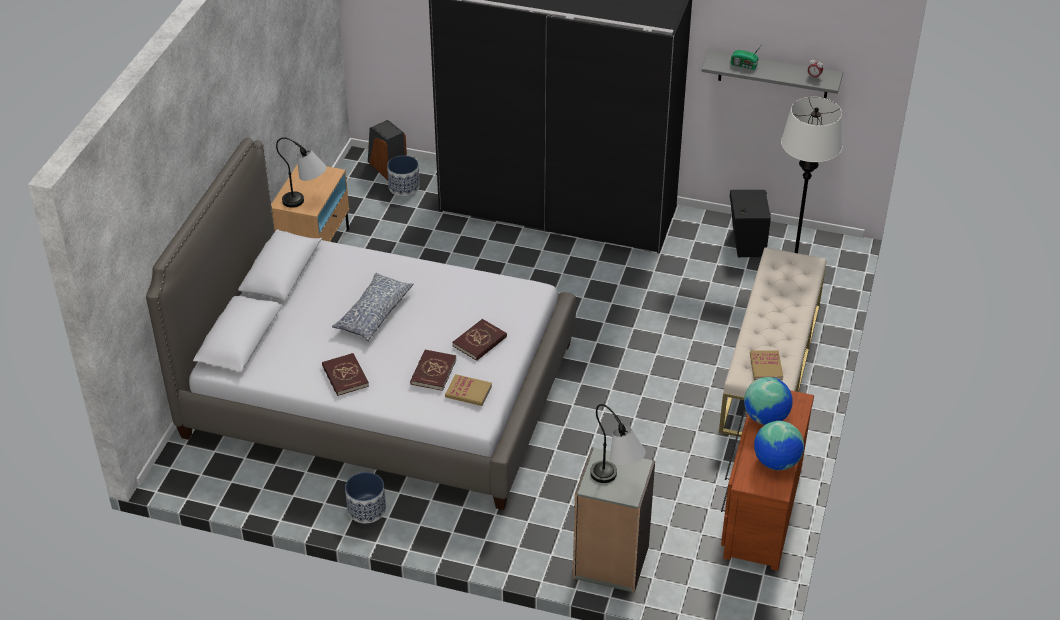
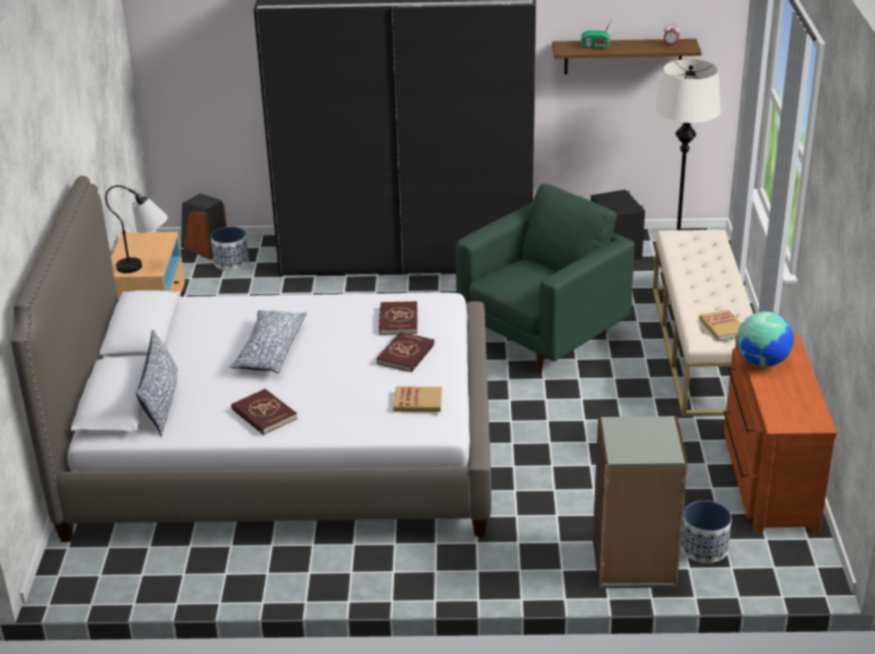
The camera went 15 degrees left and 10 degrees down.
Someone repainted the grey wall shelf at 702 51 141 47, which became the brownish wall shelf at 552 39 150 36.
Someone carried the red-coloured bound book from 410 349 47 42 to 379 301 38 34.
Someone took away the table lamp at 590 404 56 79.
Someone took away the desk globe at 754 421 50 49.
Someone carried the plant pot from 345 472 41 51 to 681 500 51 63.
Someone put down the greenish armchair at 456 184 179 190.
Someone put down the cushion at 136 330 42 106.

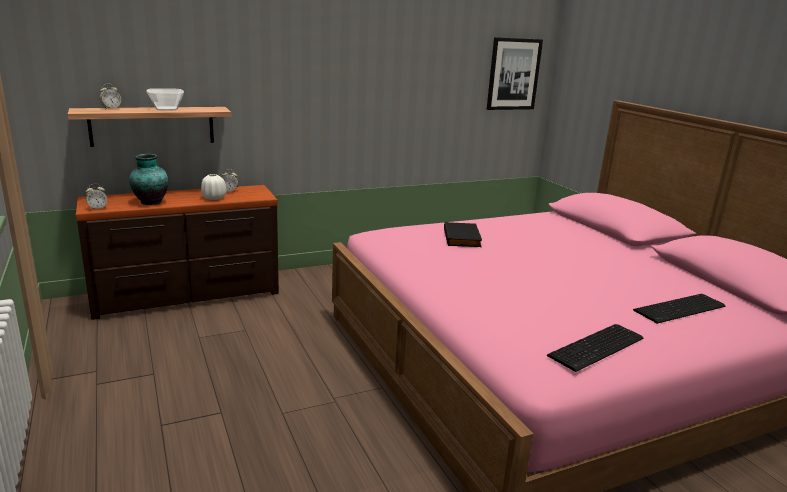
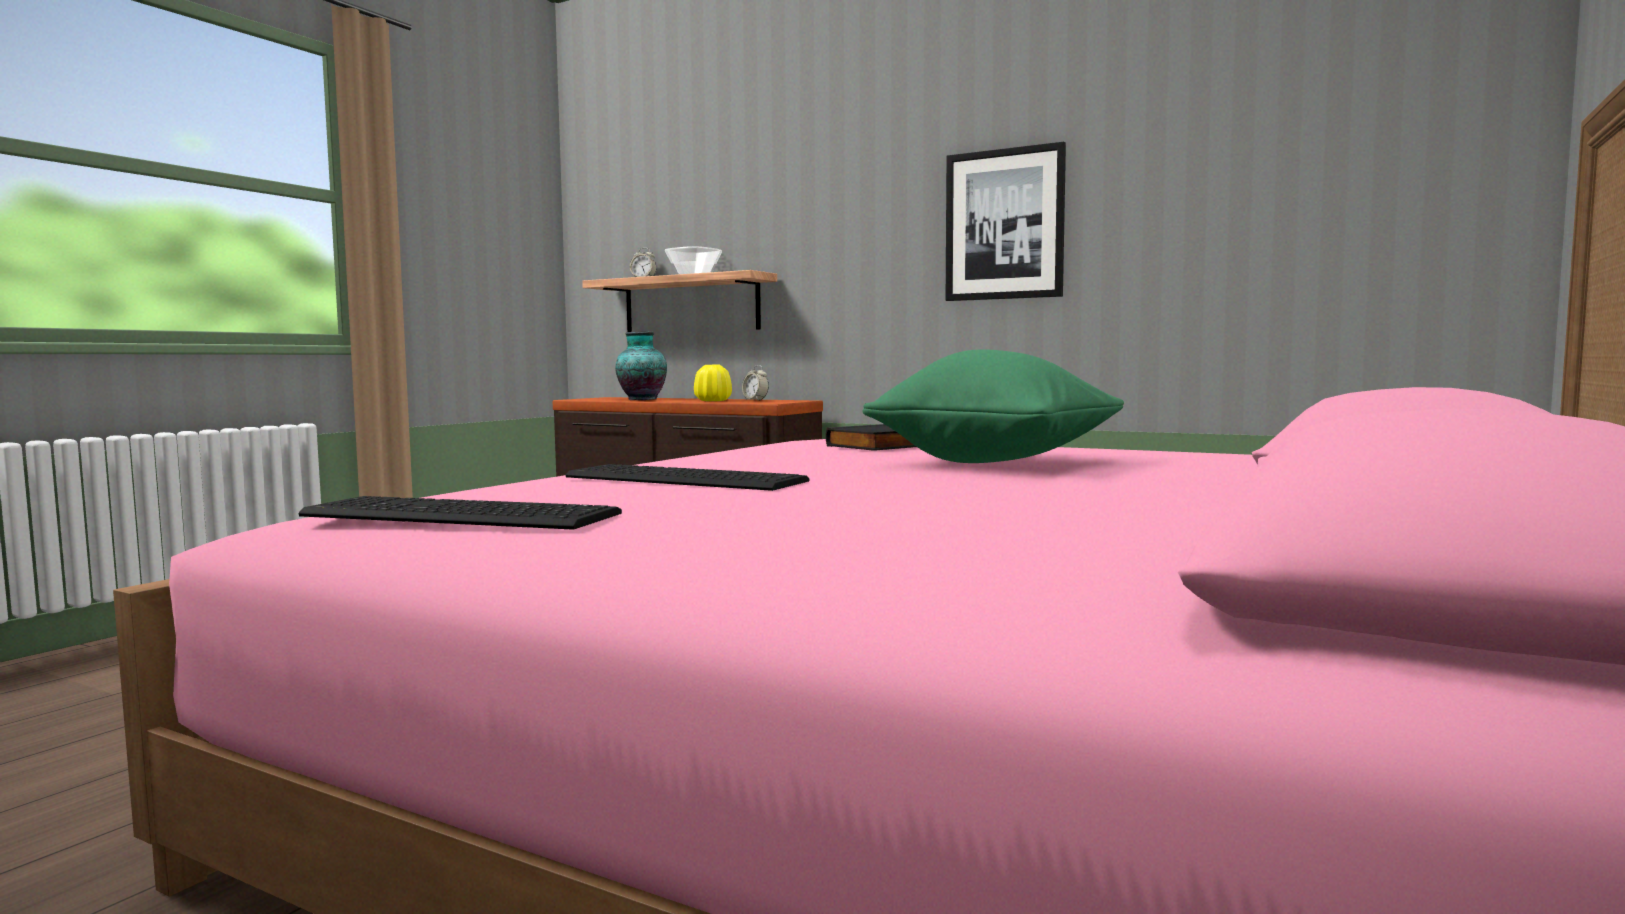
The camera went 55 degrees right and 15 degrees down.
Someone carried the picture from 487 37 56 73 to 946 142 120 159.
Someone repainted the white decorative vase at 201 174 26 26, which became the yellow decorative vase at 694 365 38 36.
Someone took away the table clock at 86 184 21 25.
Someone carried the computer keyboard from 633 294 92 30 to 566 464 243 27.
Someone put down the greenish cushion at 863 349 261 114.

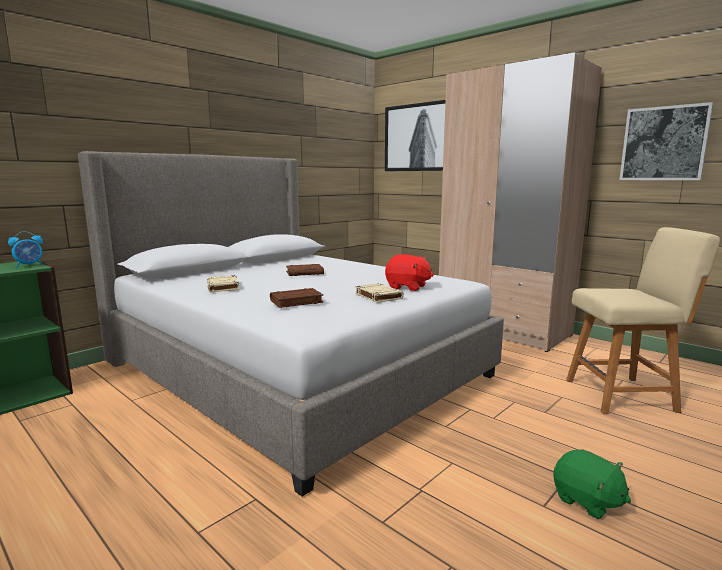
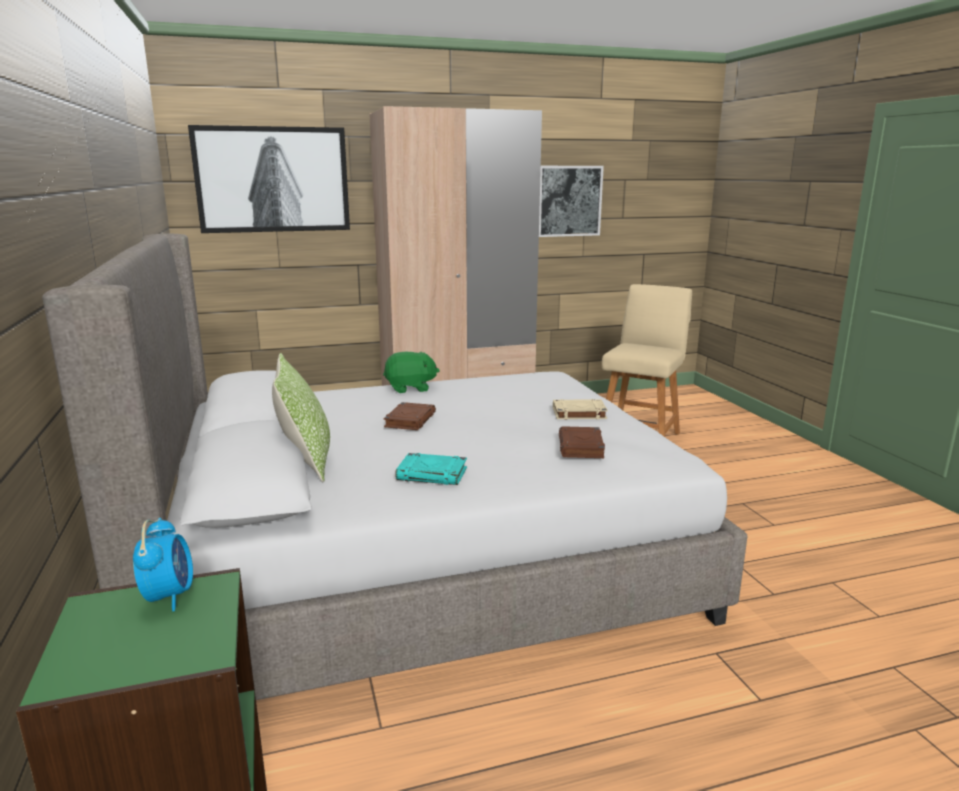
The camera went 60 degrees left and 5 degrees up.
Someone took away the red-coloured soft toy at 385 254 49 37.
Someone repainted the sand-coloured bound book at 207 275 32 17, which became the turquoise bound book at 395 453 72 32.
Someone carried the greenish soft toy from 553 449 78 70 to 383 352 57 41.
Someone put down the cushion at 272 353 58 129.

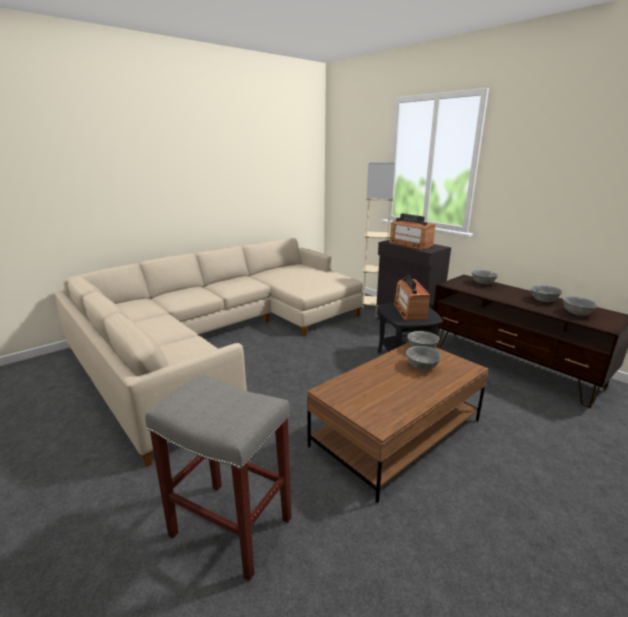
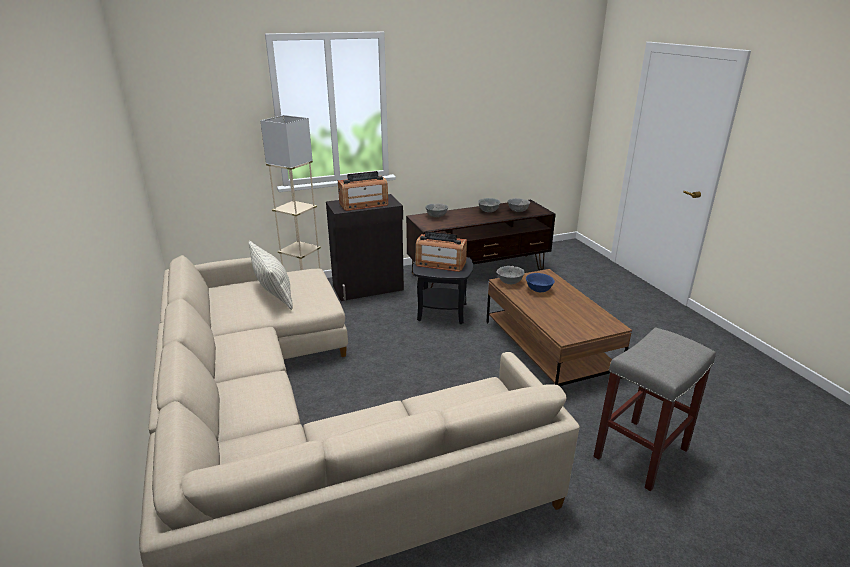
The camera went 70 degrees left and 5 degrees up.
Someone repainted the grey bowl at 406 346 35 24, which became the blue-coloured bowl at 526 273 29 19.
Someone put down the cushion at 248 241 45 69.

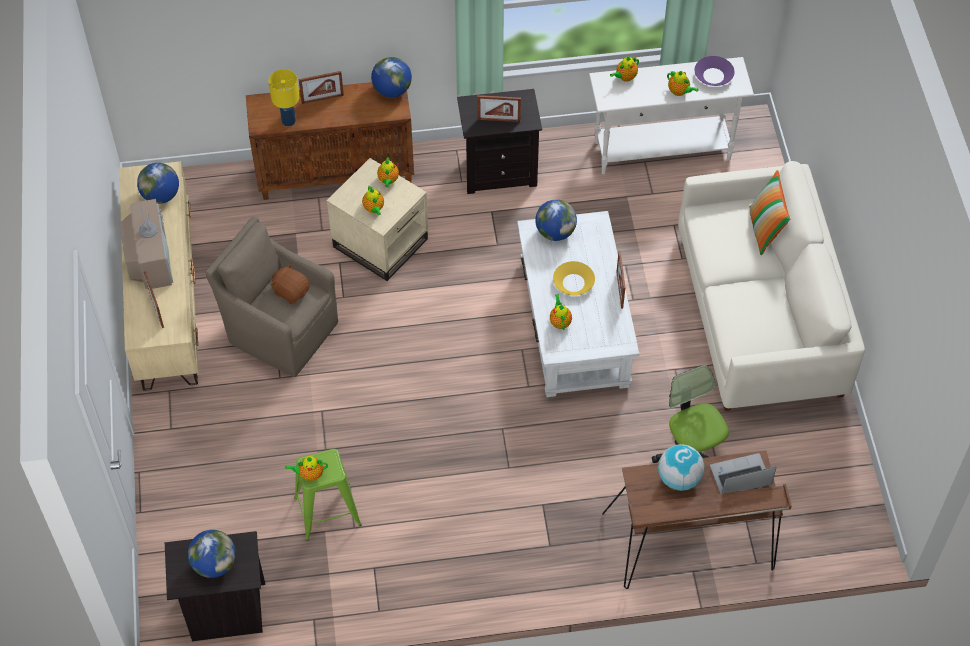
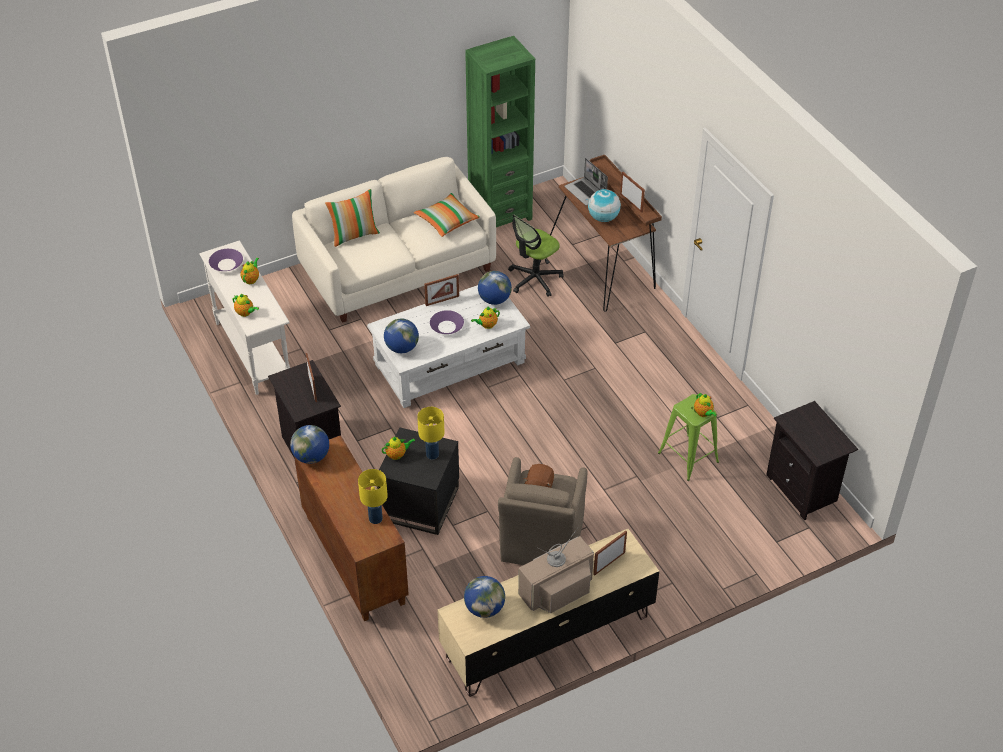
The camera went 110 degrees left and 10 degrees down.
Someone carried the photo frame from 298 71 46 33 to 620 172 25 41.
Someone repainted the sand-coloured side table at 327 158 101 123, which became the blackish side table at 377 427 82 108.
Someone swapped the teapot at 362 186 22 29 for the yellow table lamp at 417 407 28 53.
Someone repainted the yellow bowl at 553 261 42 35, which became the purple-coloured bowl at 430 310 34 24.
Someone carried the desk globe from 188 530 48 48 to 478 271 34 34.
Someone put down the greenish shelving unit at 465 36 70 191.
Someone put down the cushion at 414 193 66 44.

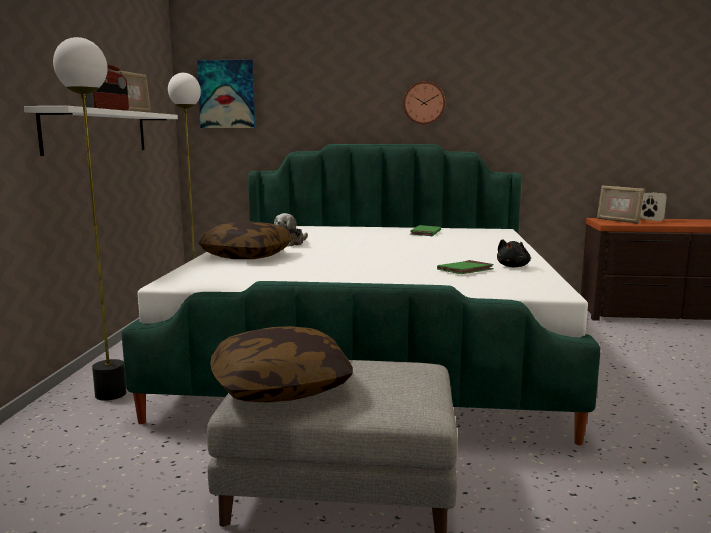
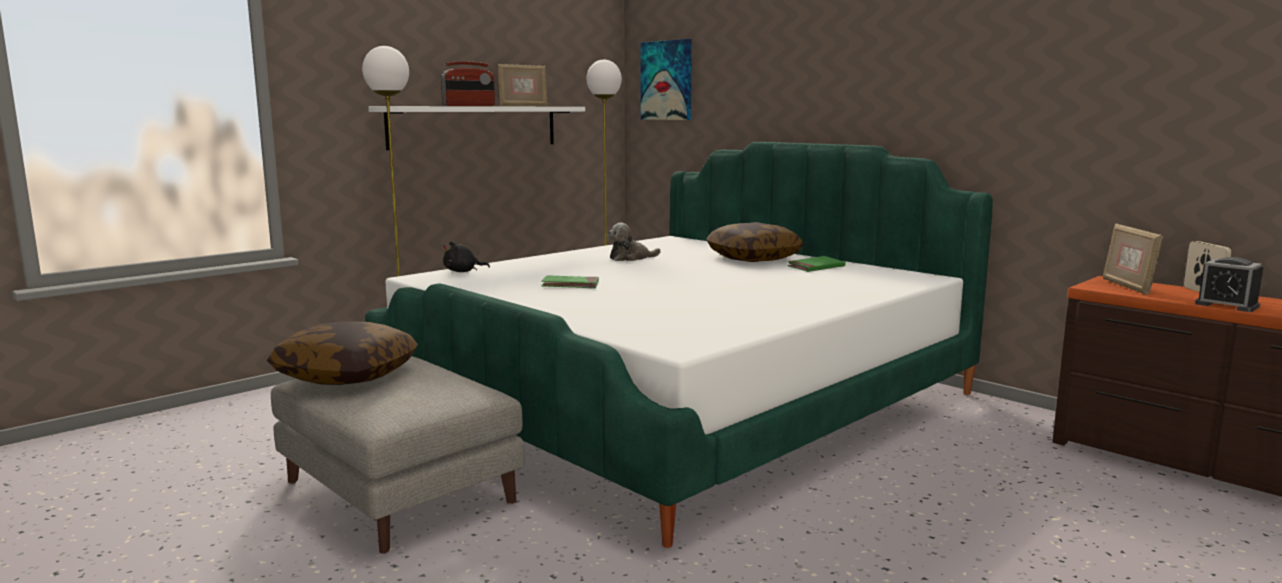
The camera went 40 degrees right and 0 degrees up.
Someone took away the wall clock at 403 81 42 44.
Someone carried the cushion from 199 221 94 38 to 706 222 98 40.
Someone carried the blackish soft toy from 497 239 34 28 to 443 242 47 30.
Someone carried the greenish bound book from 437 260 57 14 to 541 275 58 13.
Someone put down the table clock at 1195 257 68 55.

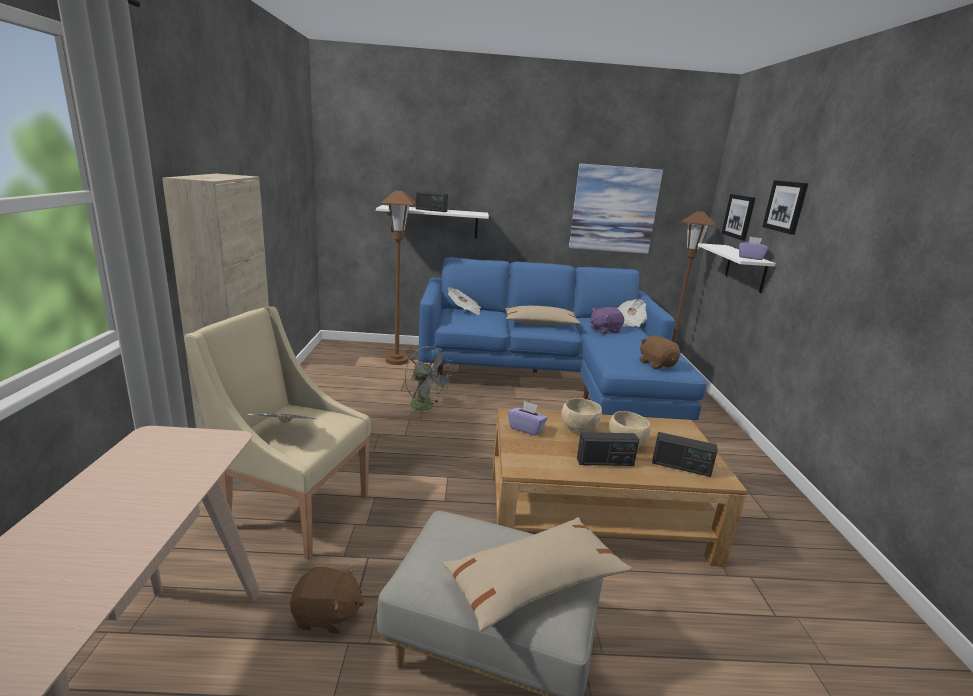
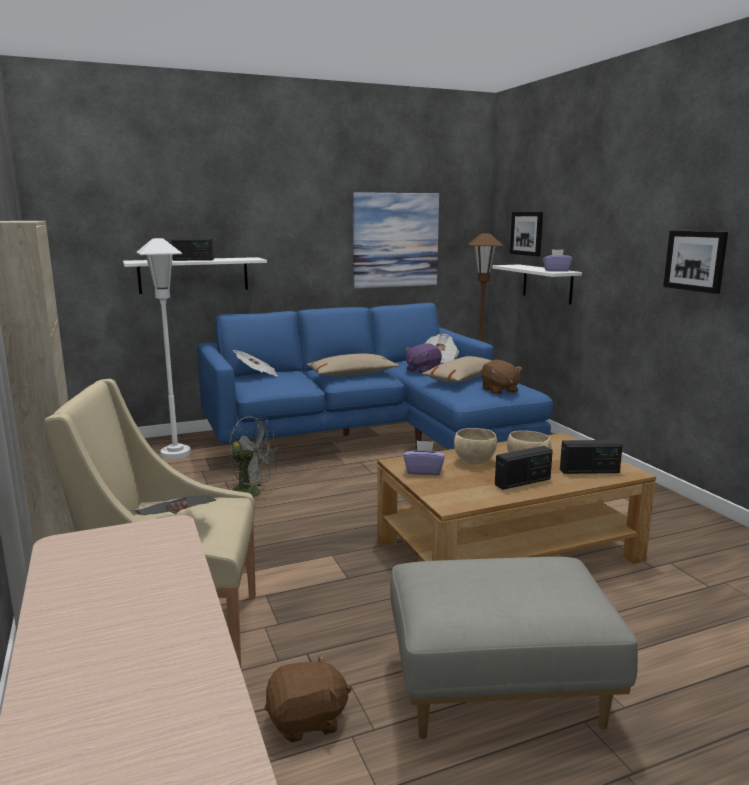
The camera went 20 degrees left and 5 degrees down.
Someone carried the picture from 762 180 46 55 to 663 230 65 64.
Someone repainted the brownish floor lamp at 381 191 35 174, which became the white floor lamp at 137 238 54 221.
Someone rotated the brownish soft toy at 639 335 41 34 by 150 degrees counterclockwise.
Someone carried the sand-coloured cushion from 442 517 190 115 to 422 356 70 26.

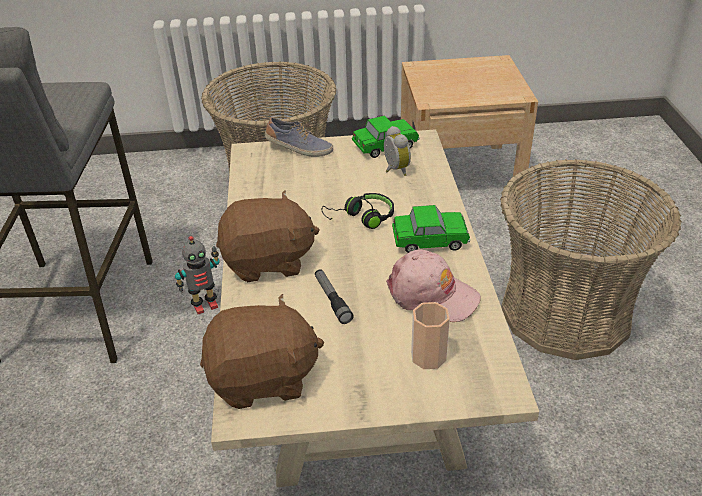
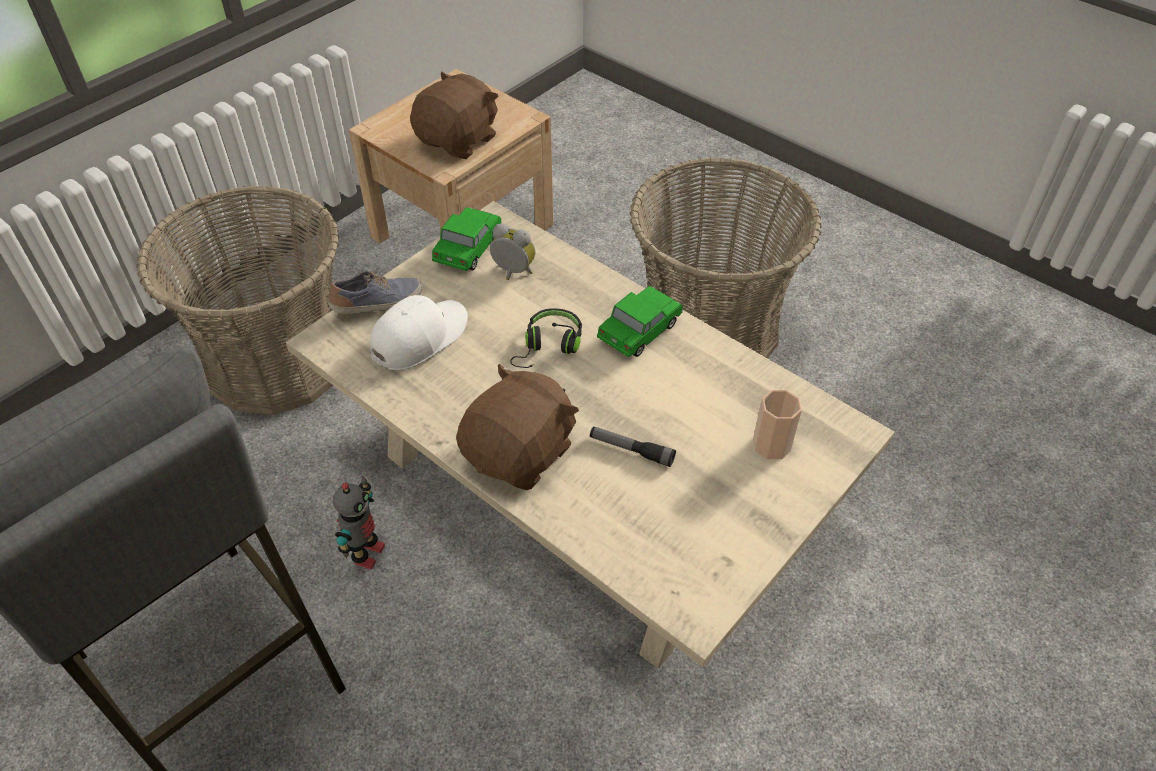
The camera went 45 degrees left and 10 degrees up.
Someone took away the pink peaked cap at 386 249 95 73.
Someone carried the brownish soft toy from 200 294 125 115 to 410 71 89 88.
Someone put down the white peaked cap at 370 295 98 75.

